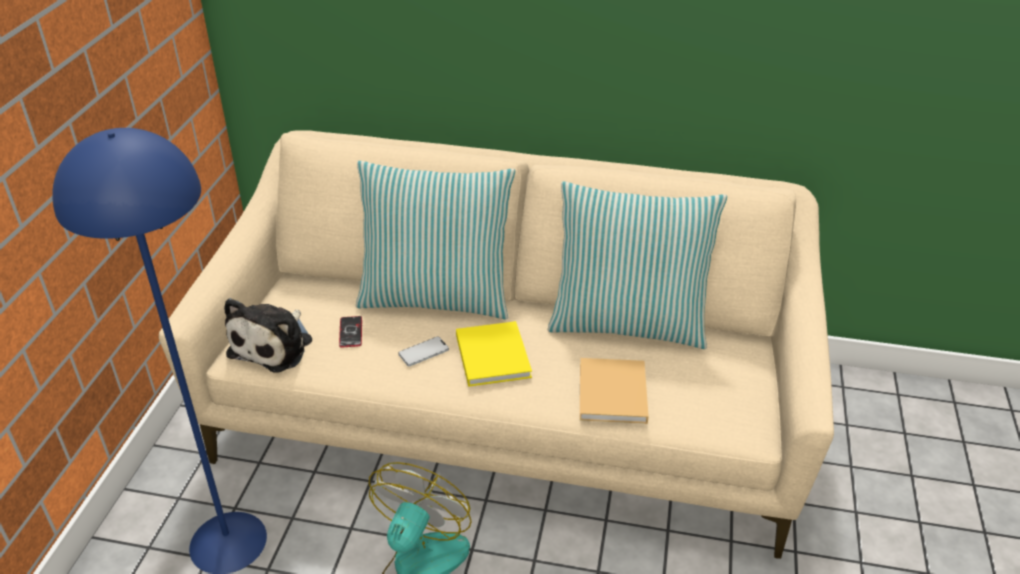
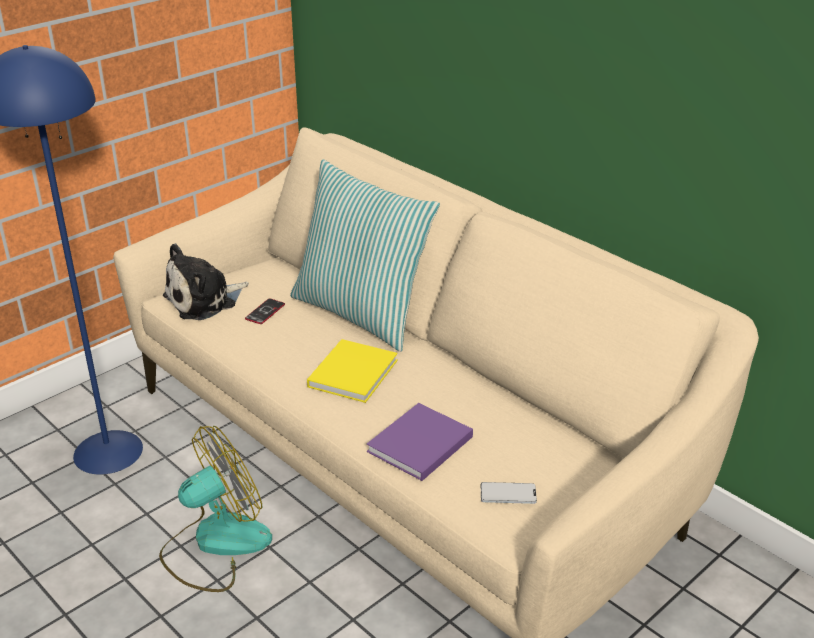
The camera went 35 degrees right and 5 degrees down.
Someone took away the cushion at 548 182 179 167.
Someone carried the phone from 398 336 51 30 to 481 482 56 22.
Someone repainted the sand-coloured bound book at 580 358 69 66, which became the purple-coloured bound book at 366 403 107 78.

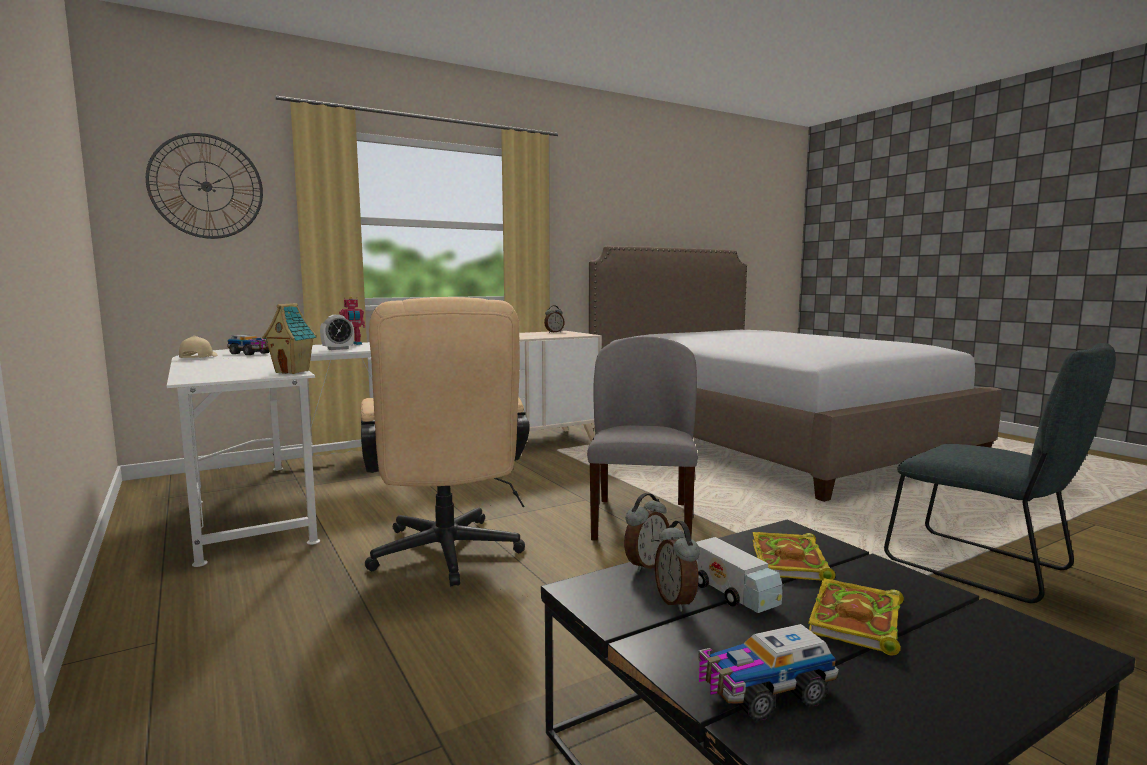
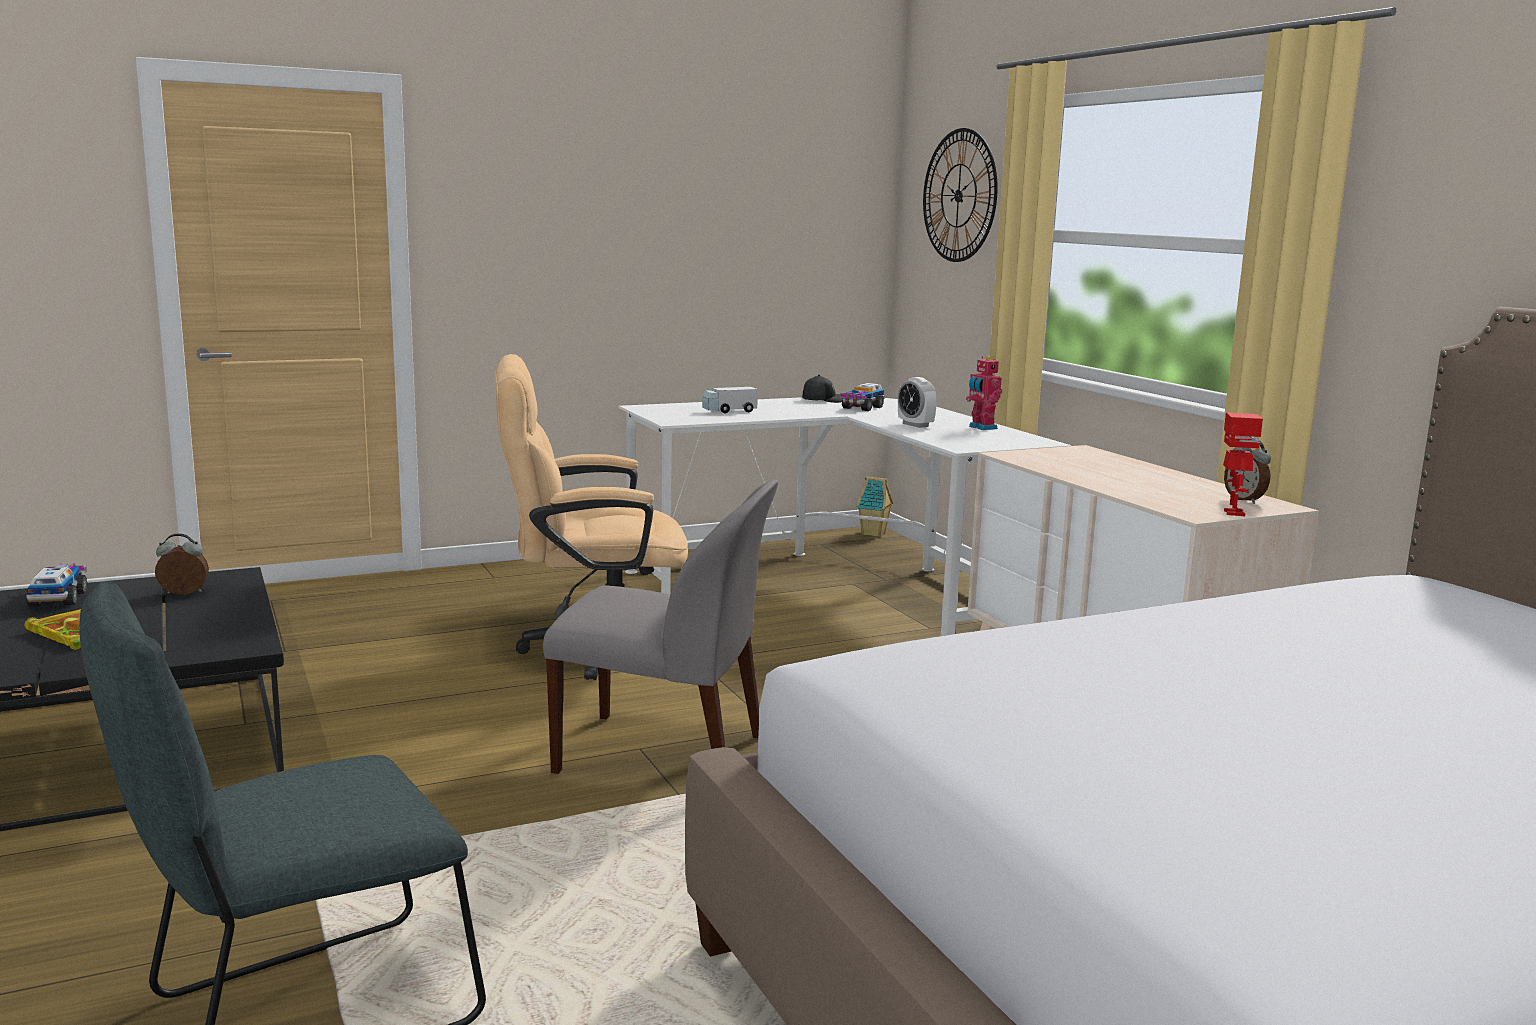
The camera went 95 degrees right and 5 degrees up.
Someone carried the miniature house from 262 303 55 71 to 856 476 38 61.
Someone repainted the sand-coloured peaked cap at 179 335 38 23, which became the blackish peaked cap at 802 375 41 28.
Someone took away the table clock at 624 493 46 79.
Someone took away the bound book at 752 532 83 49.
Someone carried the toy truck from 696 537 87 76 to 702 387 56 26.
Someone put down the robot figure at 1223 412 40 104.

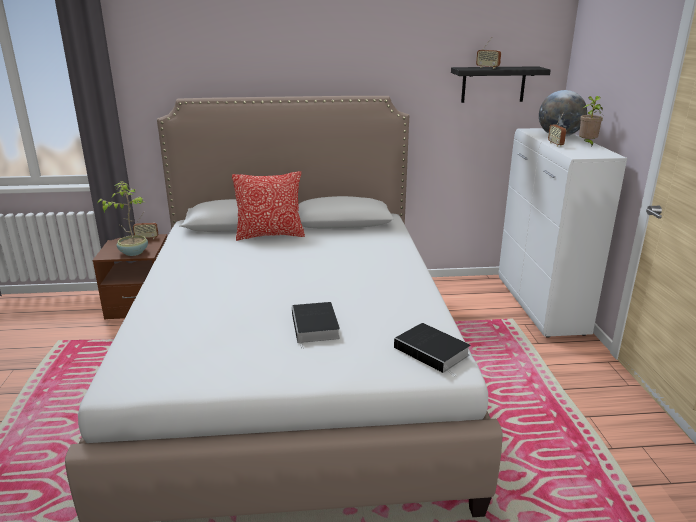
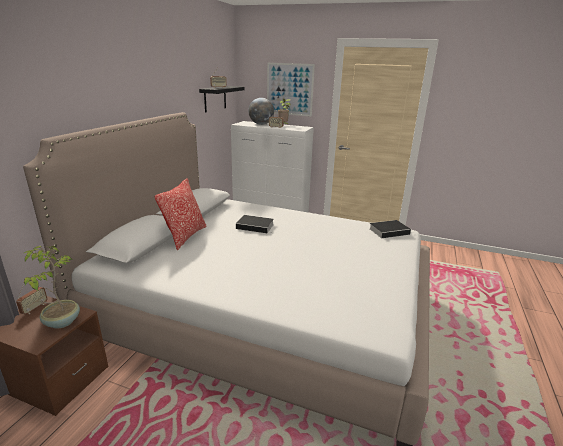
The camera went 65 degrees left and 0 degrees up.
Someone carried the bound book from 292 302 48 47 to 236 215 38 19.
Someone put up the picture at 267 63 48 54.

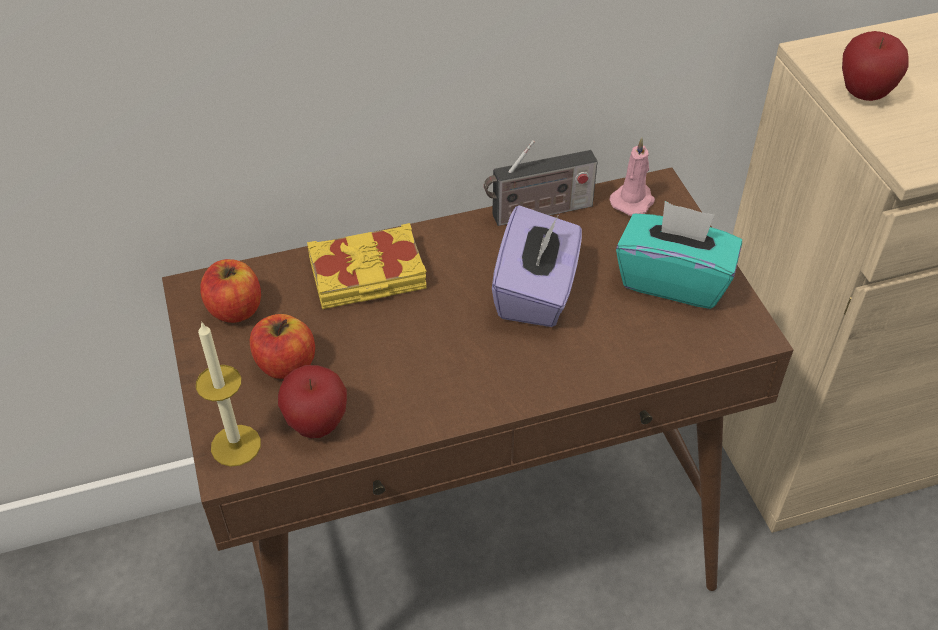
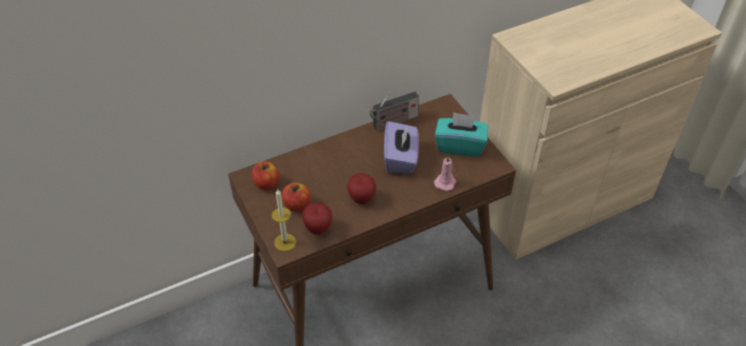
The camera went 10 degrees left and 0 degrees up.
Someone carried the apple from 842 31 67 70 to 347 173 29 31.
Someone carried the pink wax candle from 610 138 45 78 to 434 155 22 36.
Someone took away the yellow bound book at 307 223 120 86.

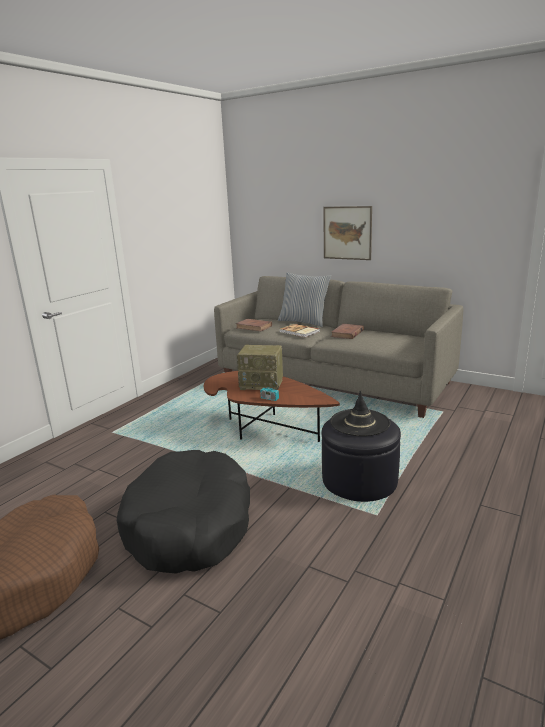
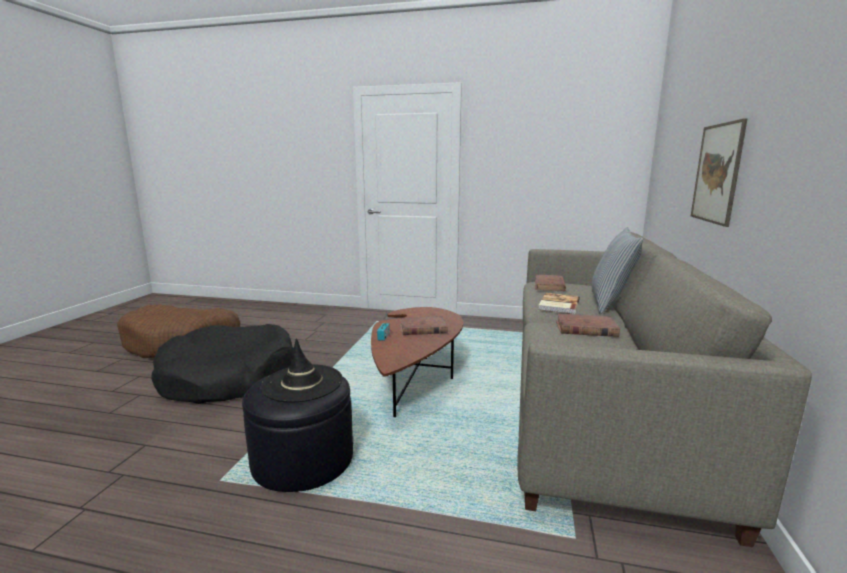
The camera went 70 degrees right and 5 degrees down.
Someone swapped the radio receiver at 237 345 46 45 for the brownish bound book at 400 317 48 18.

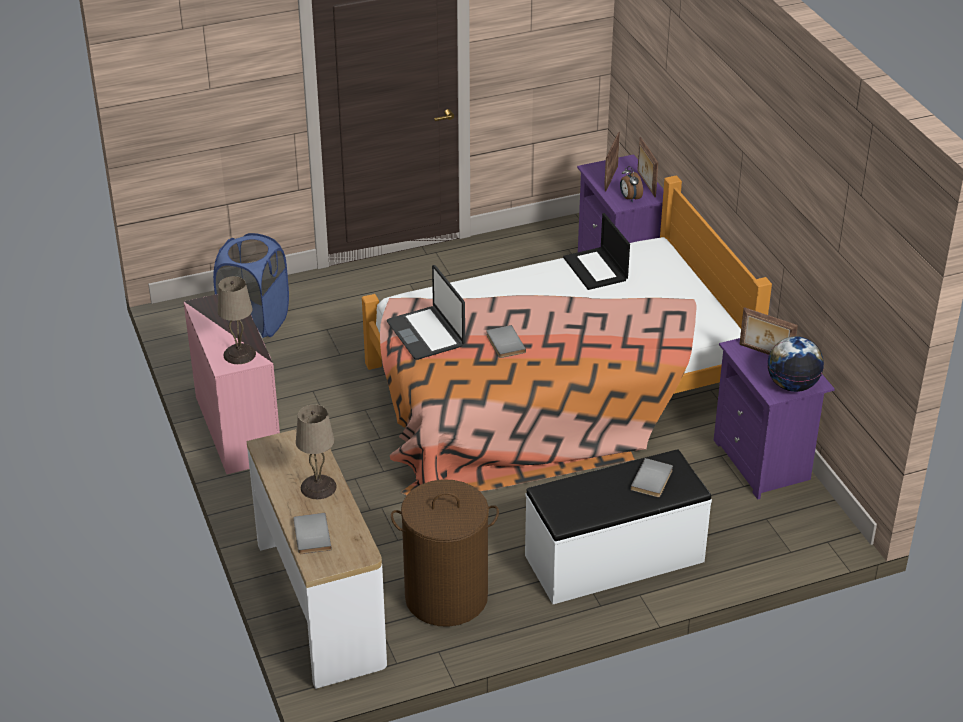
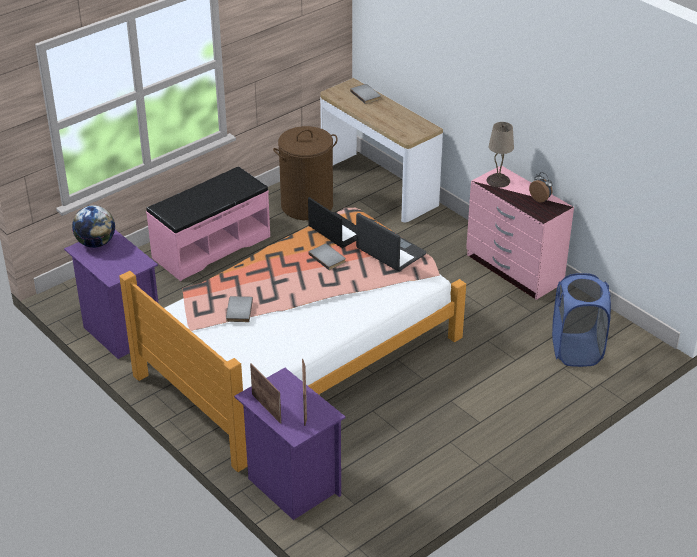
The camera went 160 degrees right and 0 degrees up.
Someone carried the table clock from 620 166 23 36 to 529 172 24 31.
Someone carried the notebook computer from 563 213 67 77 to 308 197 48 51.
Someone took away the photo frame at 739 307 59 48.
Someone took away the sand-coloured table lamp at 296 404 41 95.
Someone repainted the white indoor bench at 525 449 187 155, which became the pink indoor bench at 146 167 124 114.
Someone carried the grey bound book from 630 458 43 39 to 226 296 27 26.

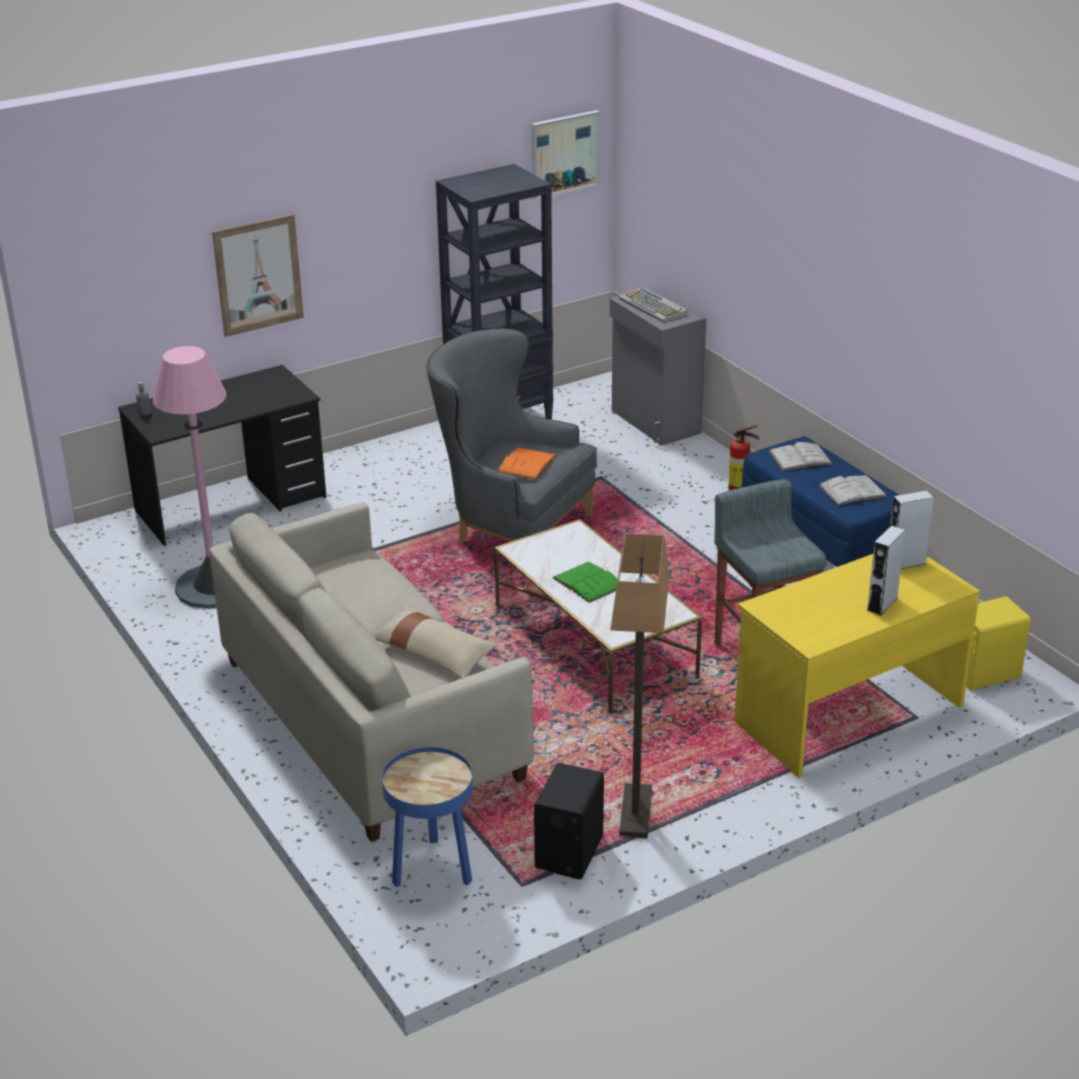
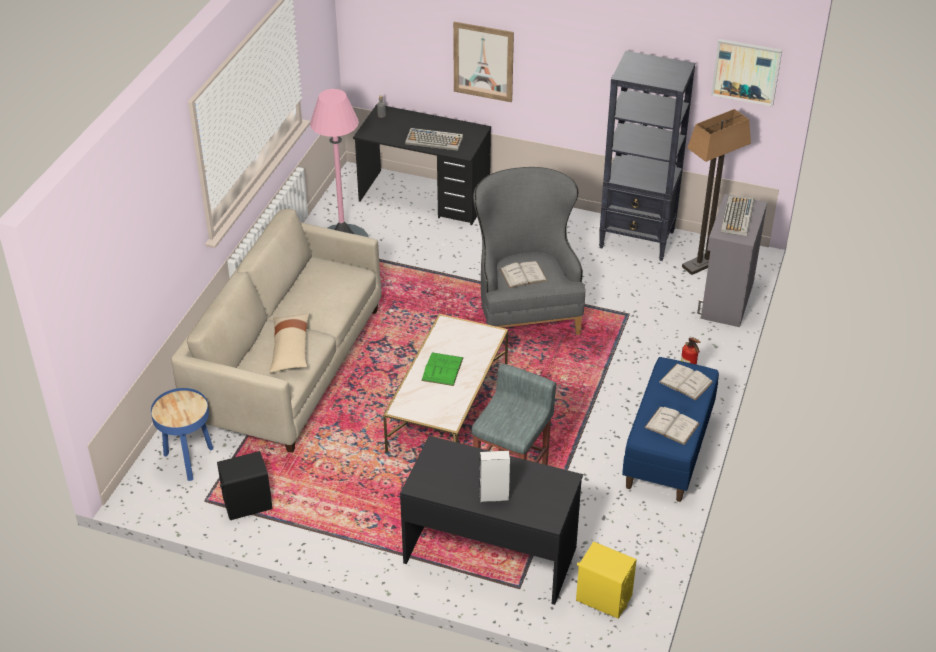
The camera went 50 degrees right and 10 degrees up.
Someone repainted the orange-coloured bound book at 498 447 59 33, which became the white bound book at 500 261 48 27.
Someone took away the grey audio speaker at 890 490 44 79.
Someone carried the floor lamp from 610 533 59 305 to 682 109 69 166.
Someone repainted the yellow desk unit at 735 554 245 224, which became the blackish desk unit at 400 436 183 169.
Someone put down the computer keyboard at 405 128 58 23.

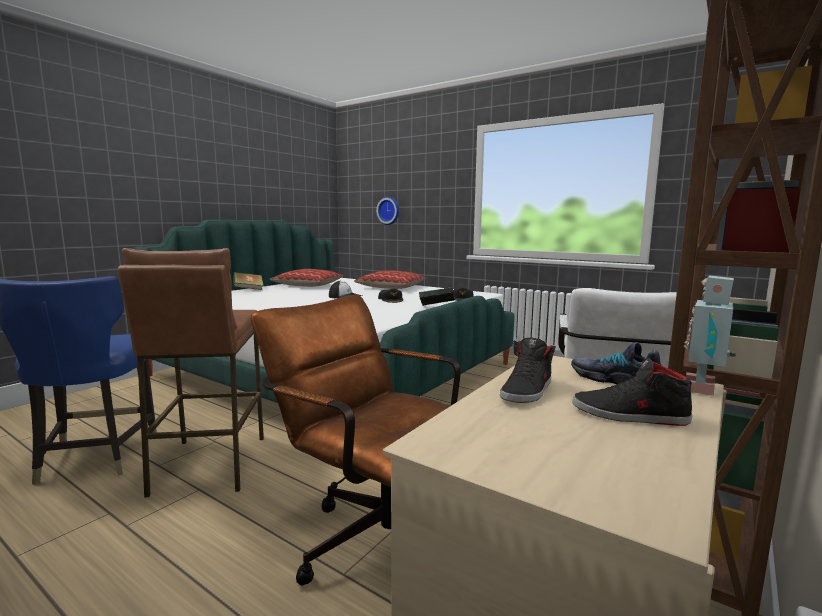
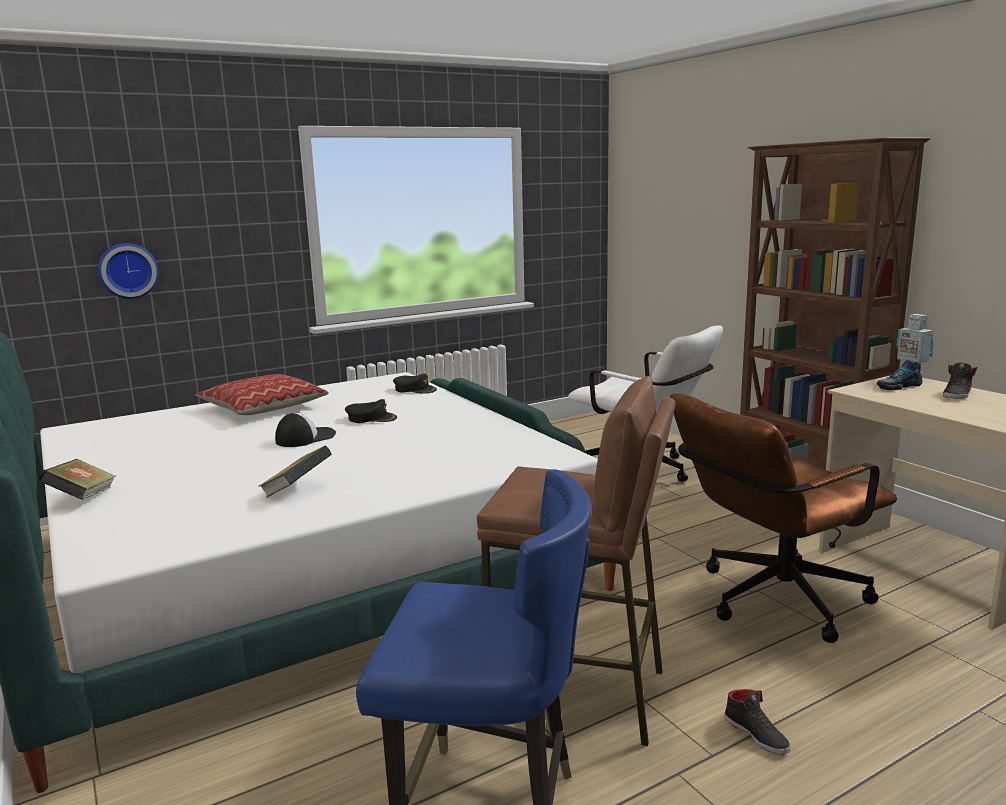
The camera went 65 degrees left and 5 degrees up.
Someone took away the cushion at 270 269 73 18.
Someone carried the bound book from 419 287 36 19 to 260 446 72 52.
Someone carried the blackish item of footwear from 500 338 56 65 to 724 689 66 66.

